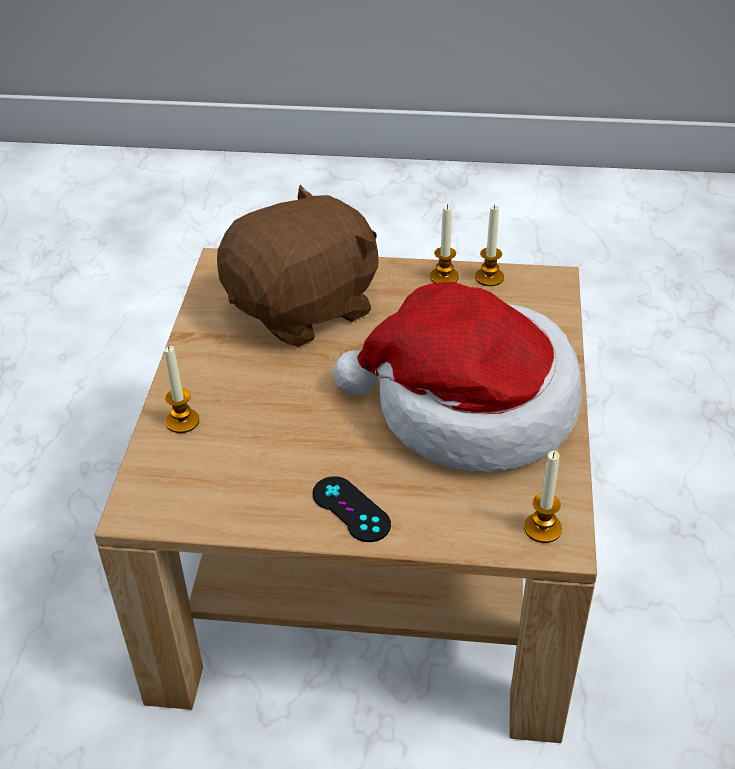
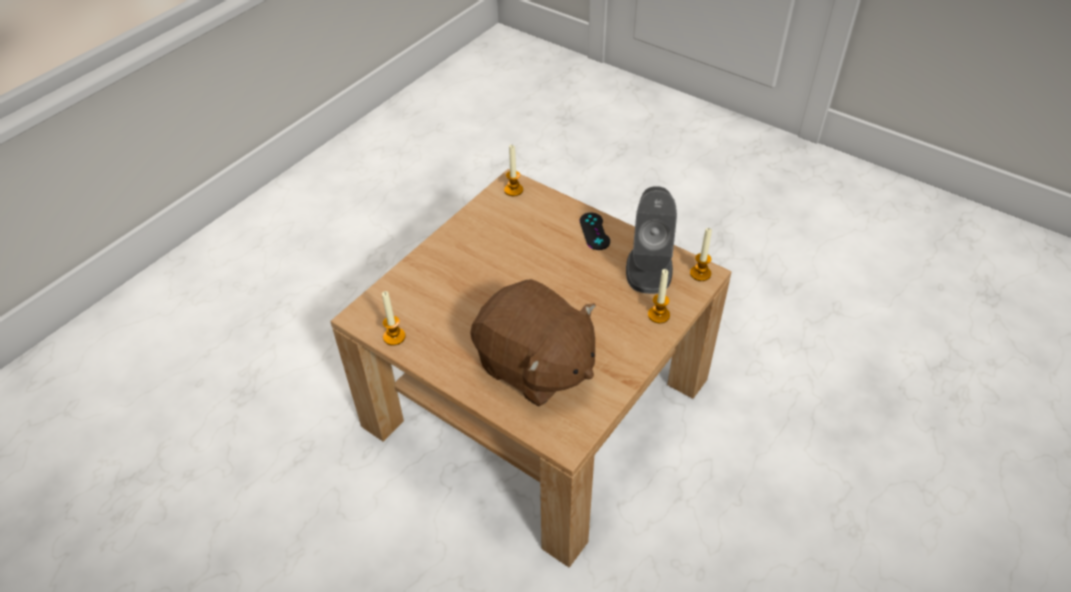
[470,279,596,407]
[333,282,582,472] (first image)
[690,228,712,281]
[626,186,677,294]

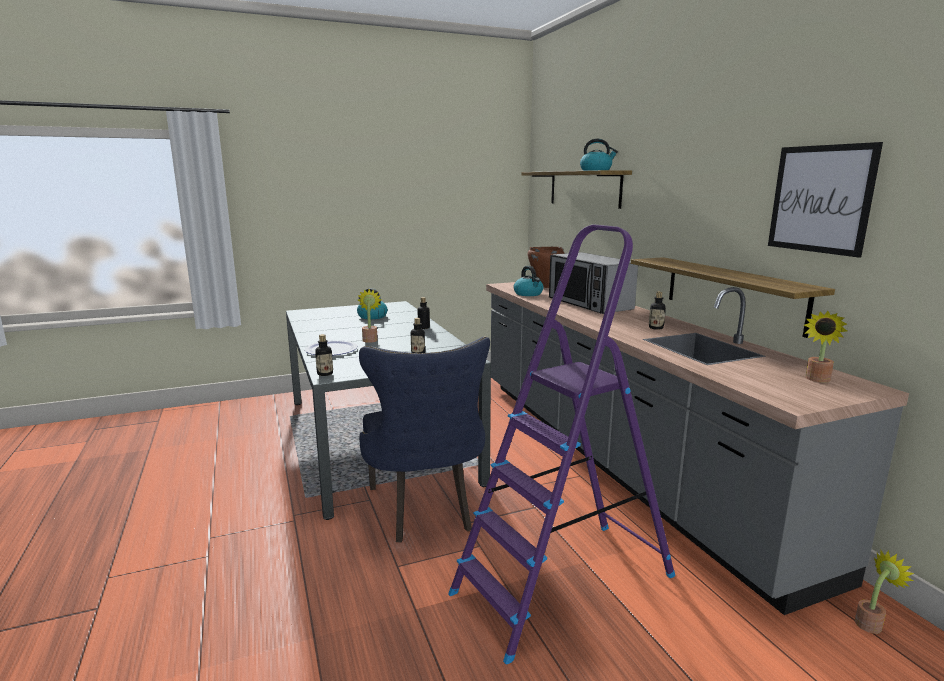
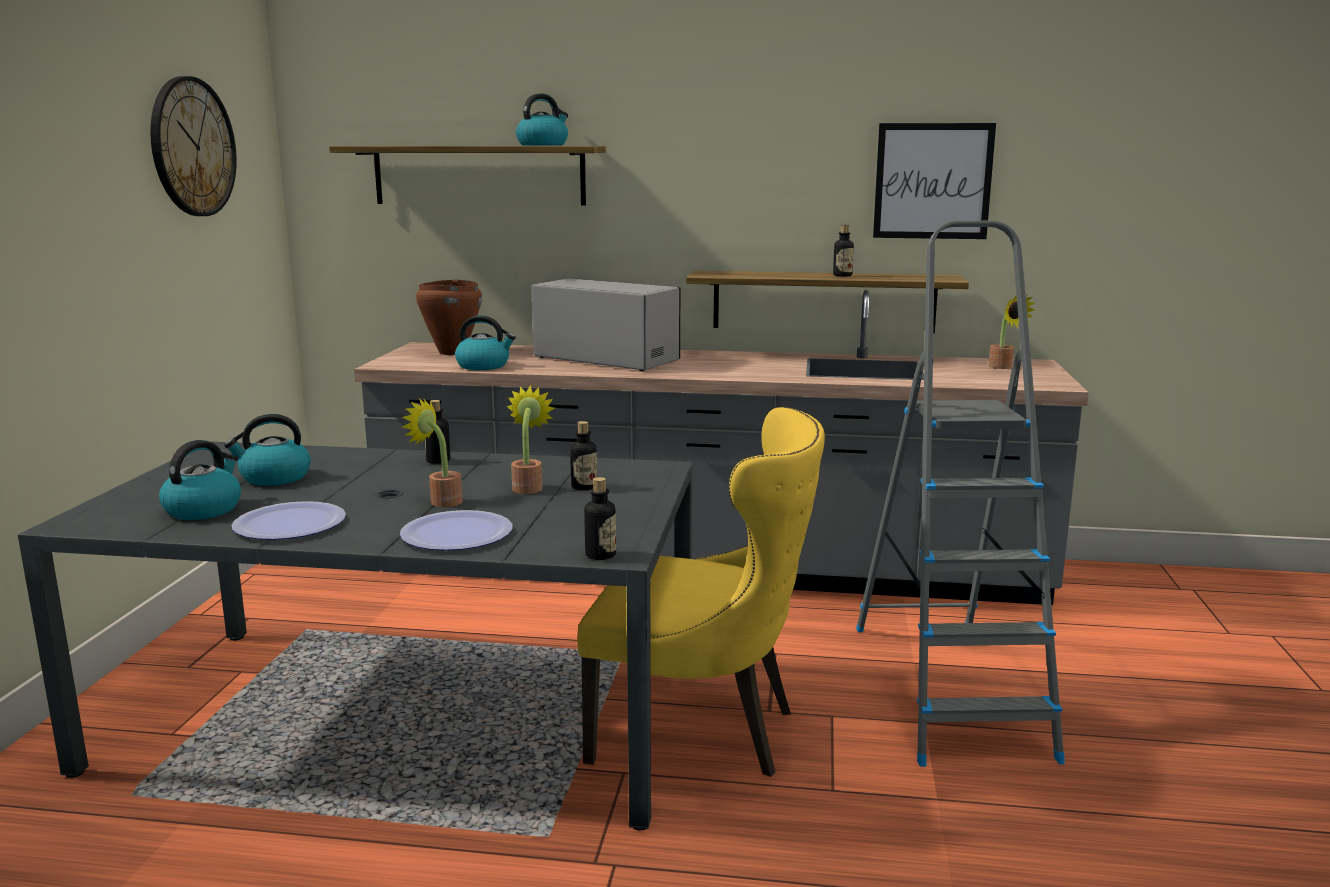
[577,407,825,777]
[856,220,1065,767]
[531,278,680,371]
[833,225,854,276]
[507,385,555,494]
[150,76,237,216]
[159,440,241,520]
[231,501,346,540]

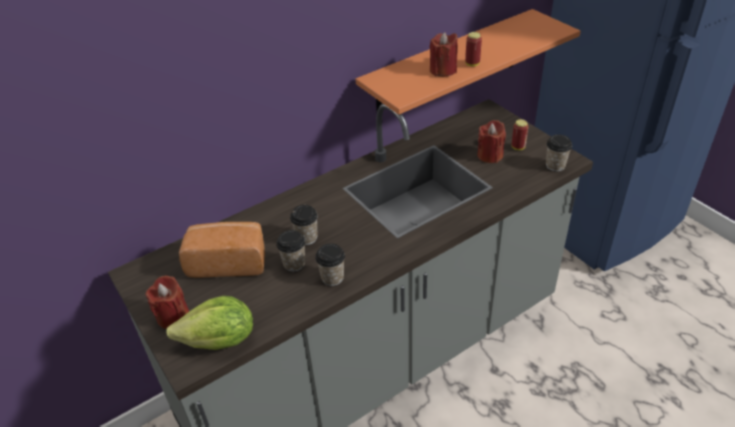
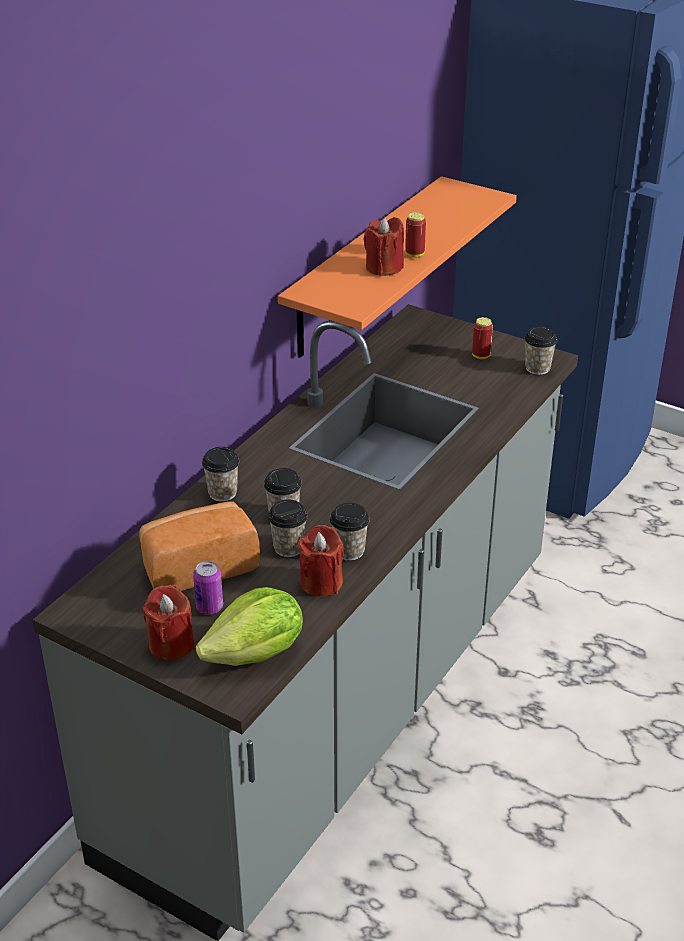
[298,525,344,597]
[193,561,223,614]
[202,447,239,502]

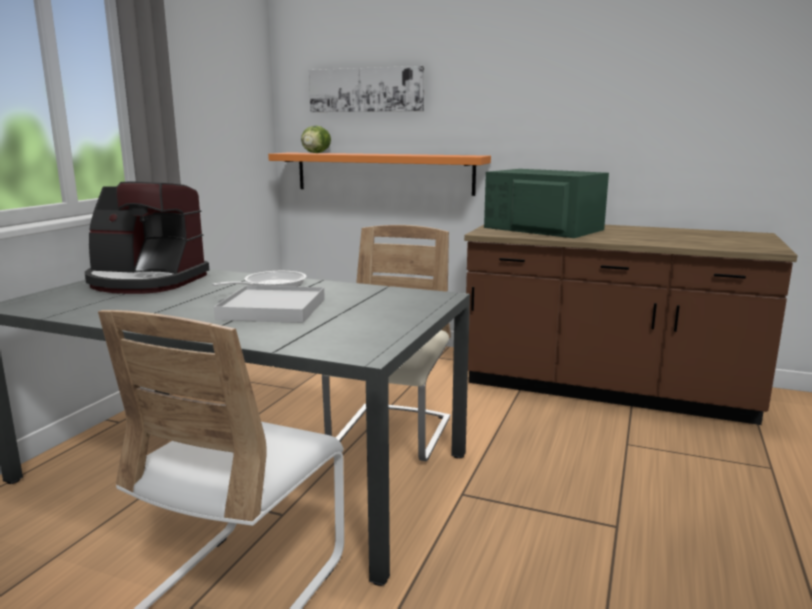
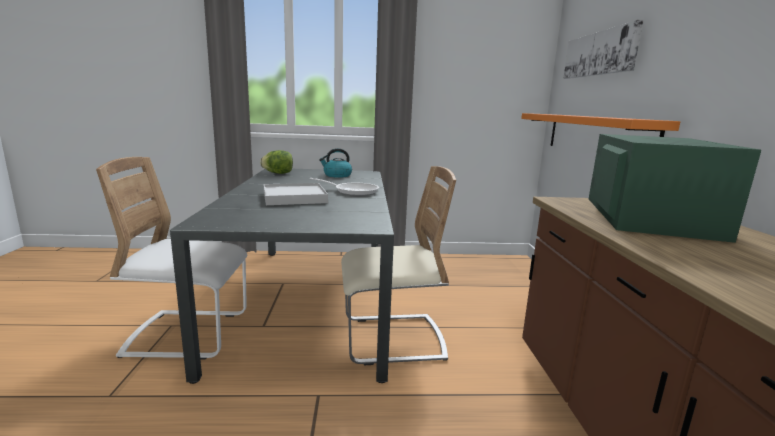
[319,148,352,178]
[260,150,293,174]

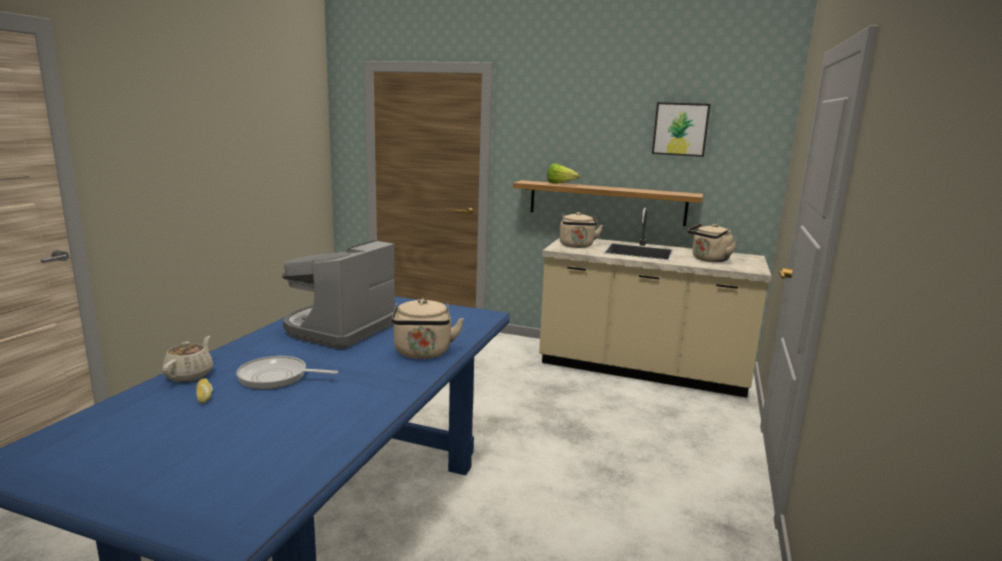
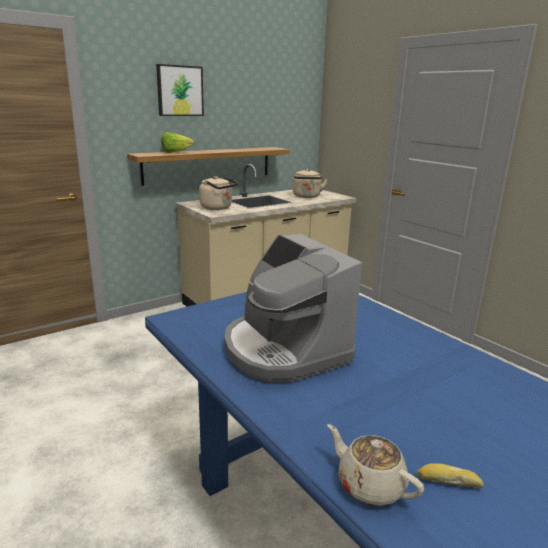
[236,356,338,389] (first image)
[392,299,464,359] (first image)
[156,64,204,116]

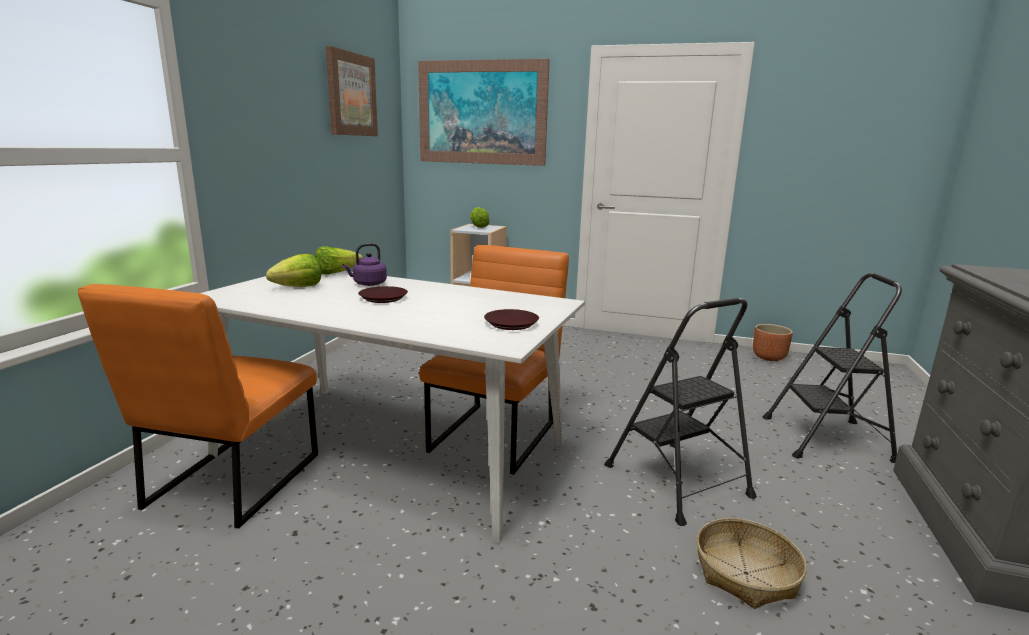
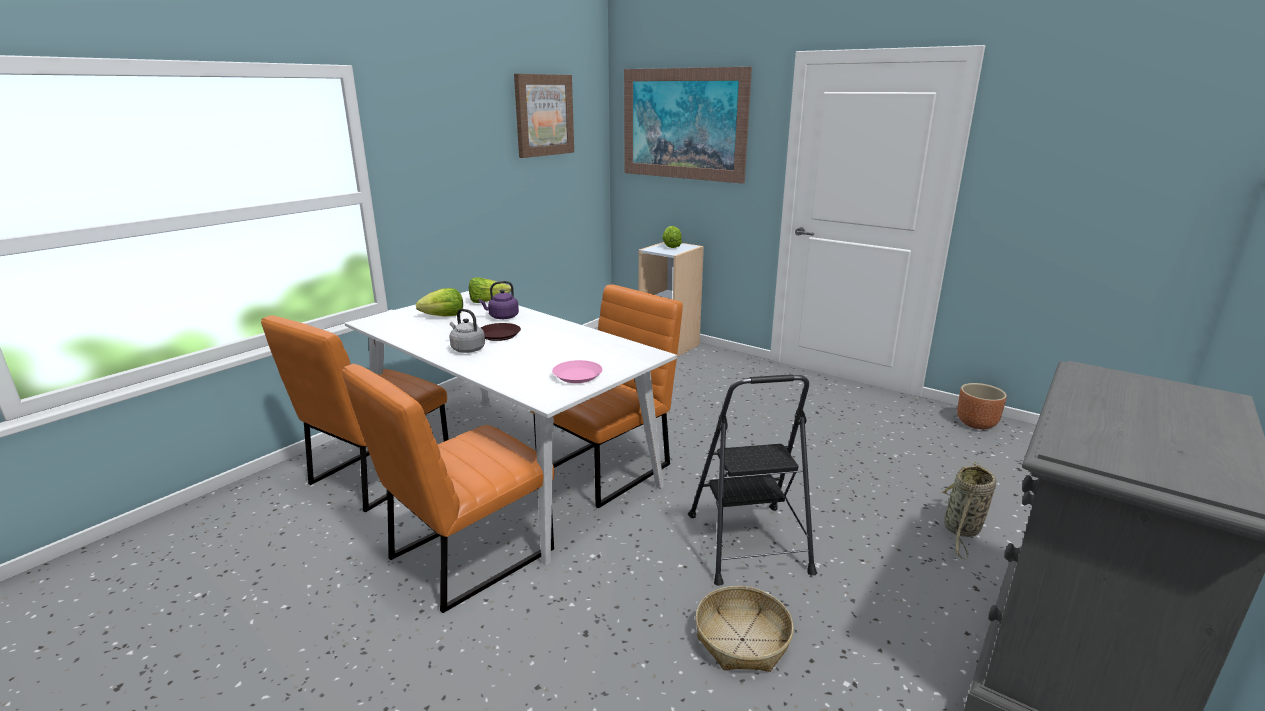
[552,360,603,383]
[940,462,996,560]
[342,364,555,613]
[449,309,485,353]

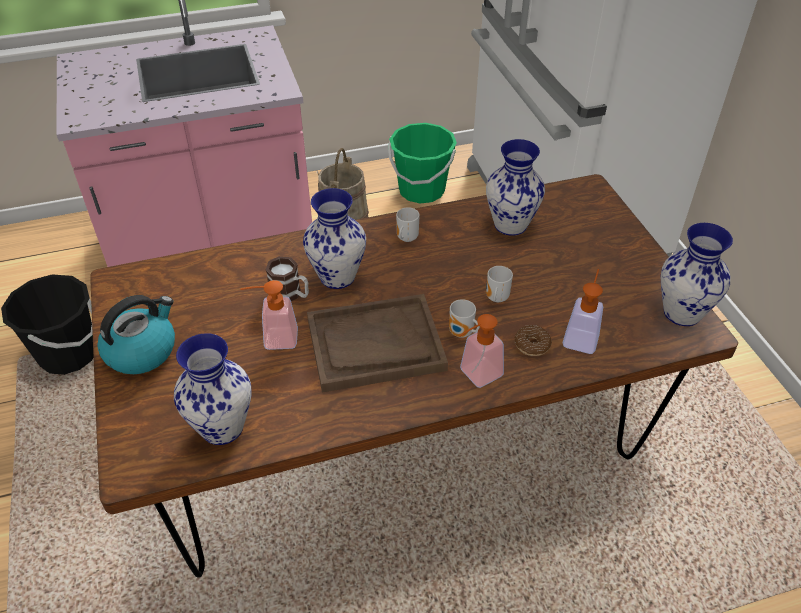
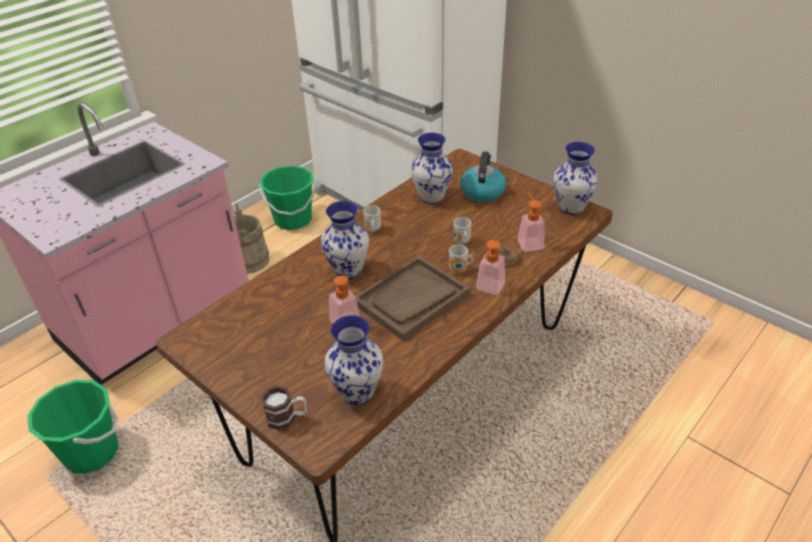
[28,380,119,474]
[460,151,506,202]
[261,385,307,430]

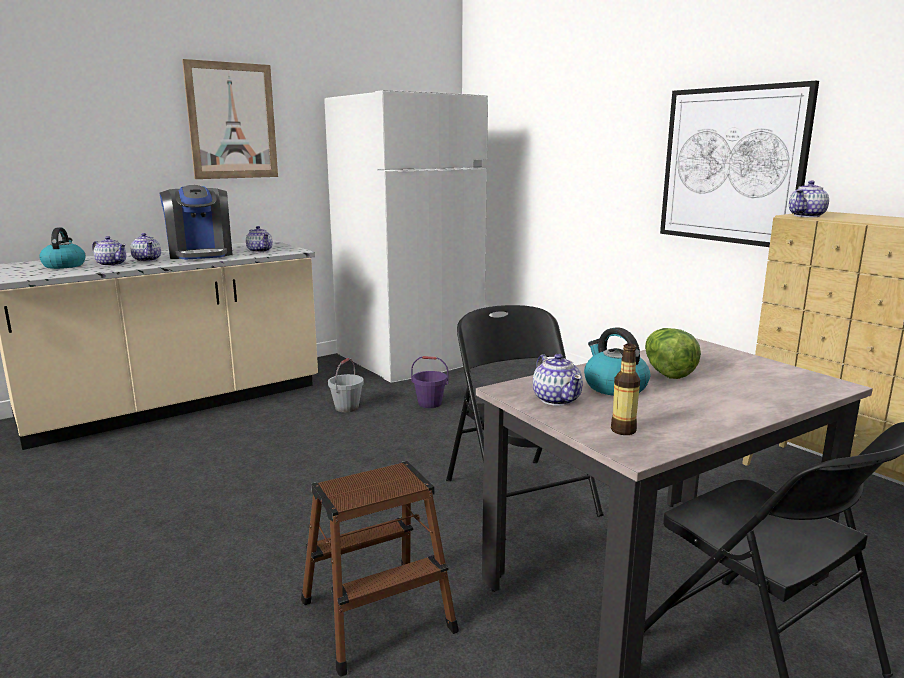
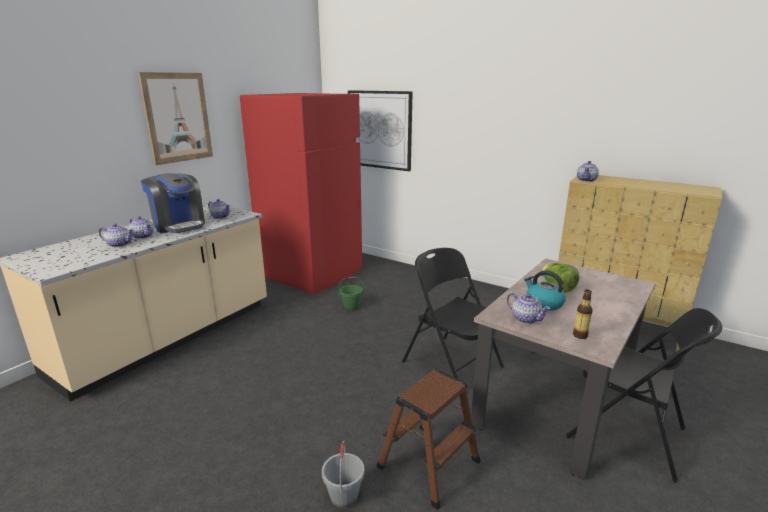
[39,227,86,269] (first image)
[240,93,362,294]
[322,441,364,508]
[338,277,364,311]
[348,90,413,171]

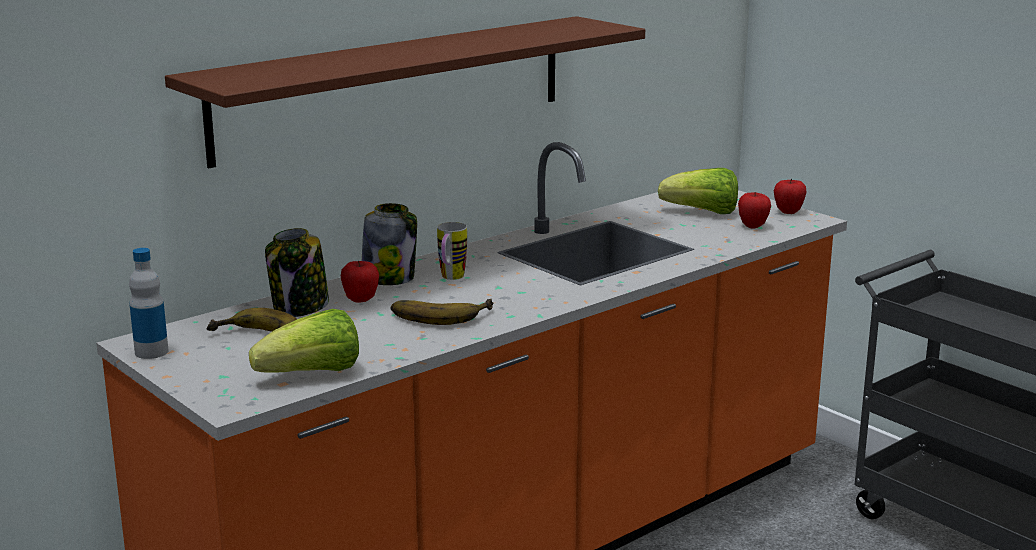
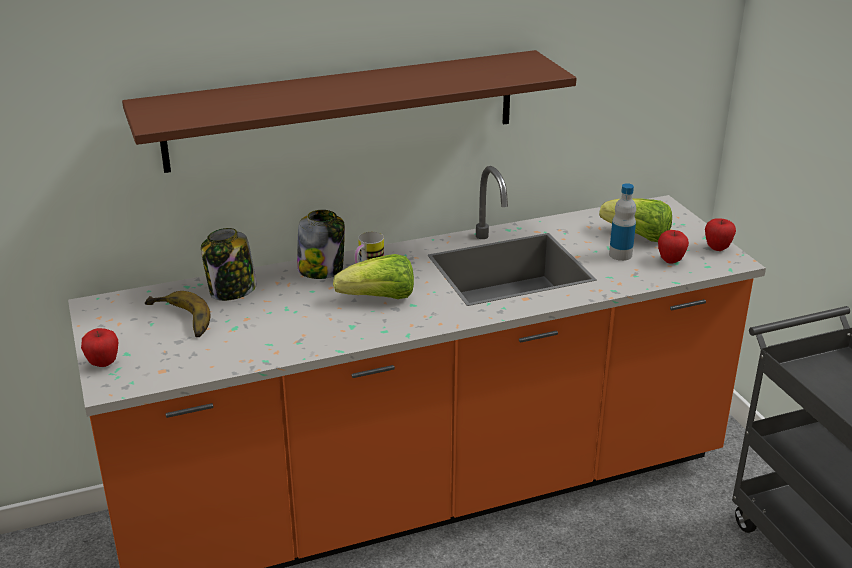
[609,183,636,261]
[333,254,414,299]
[81,328,118,367]
[391,299,493,325] (first image)

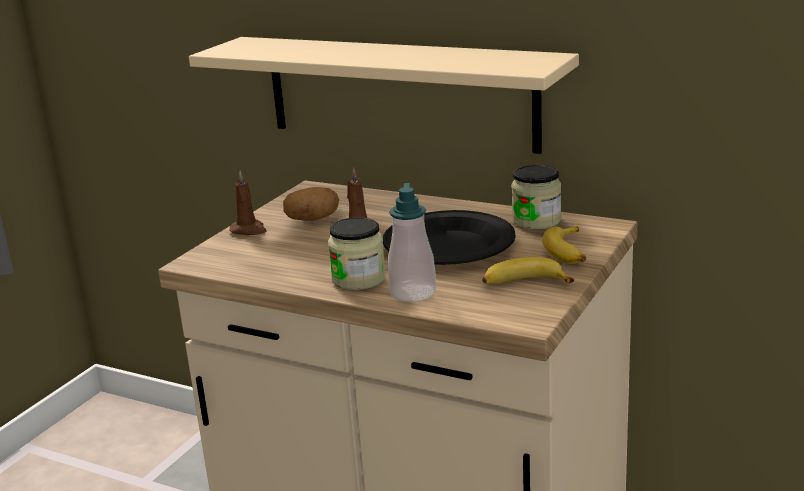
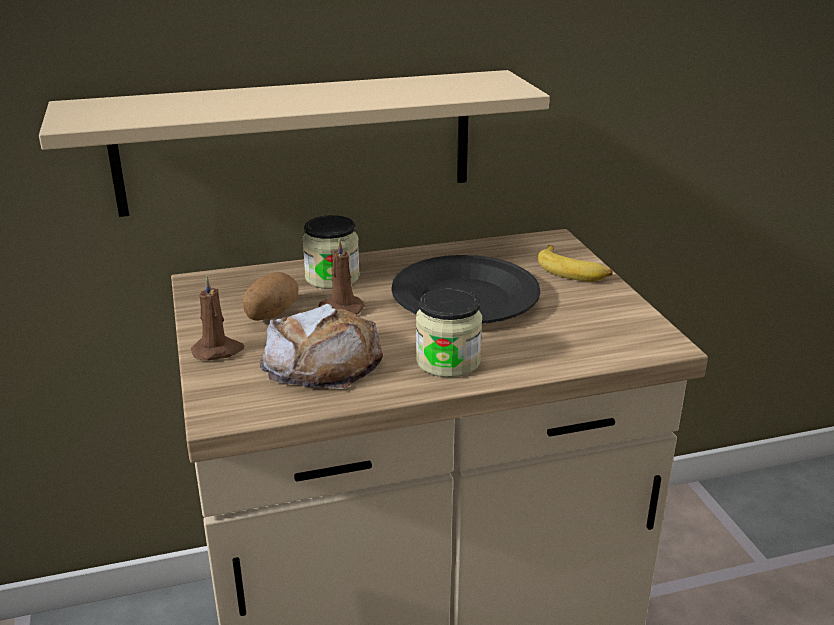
[388,183,436,302] (first image)
[482,257,574,284] (first image)
[302,215,360,289]
[260,304,383,389]

